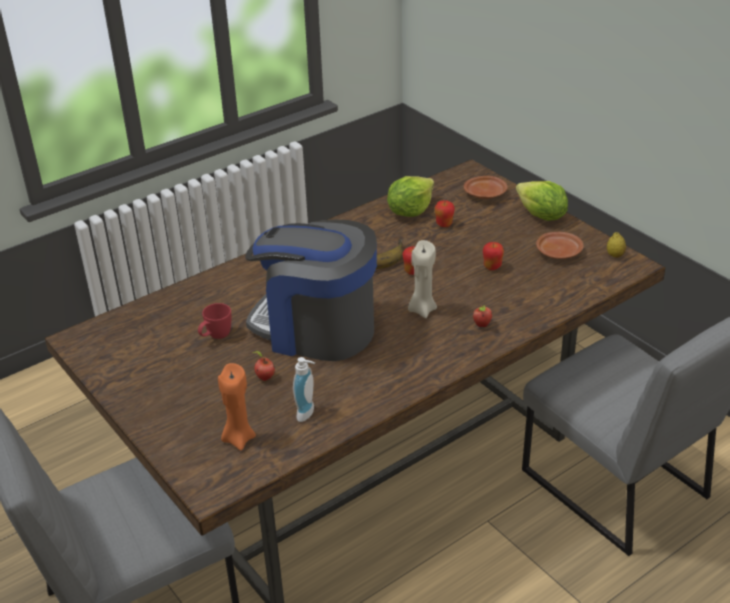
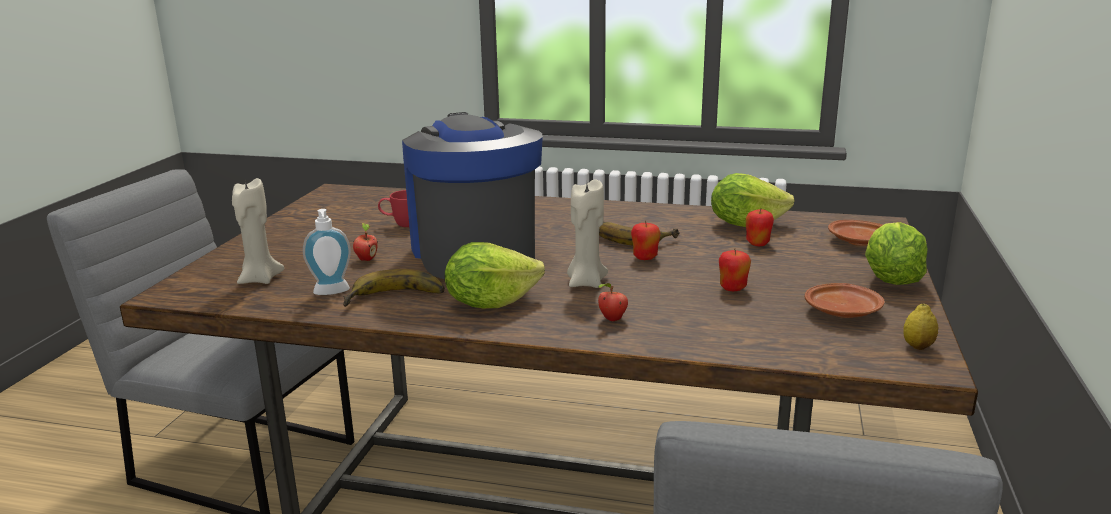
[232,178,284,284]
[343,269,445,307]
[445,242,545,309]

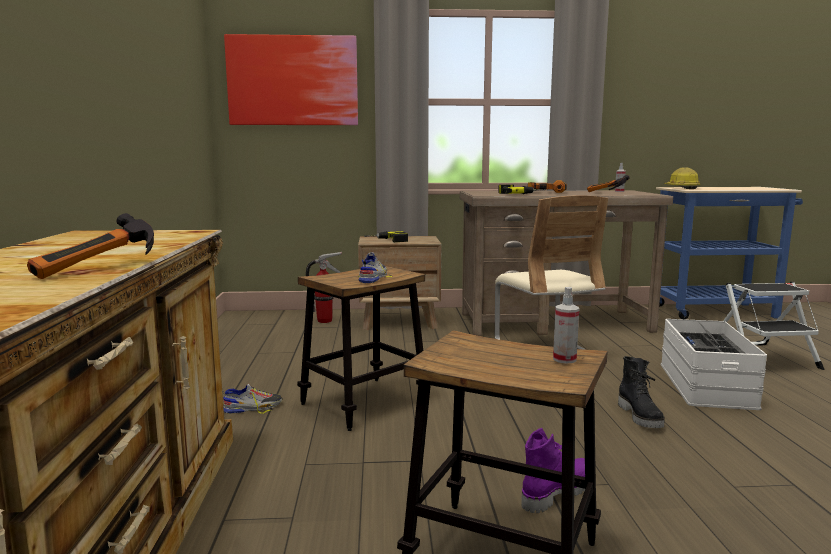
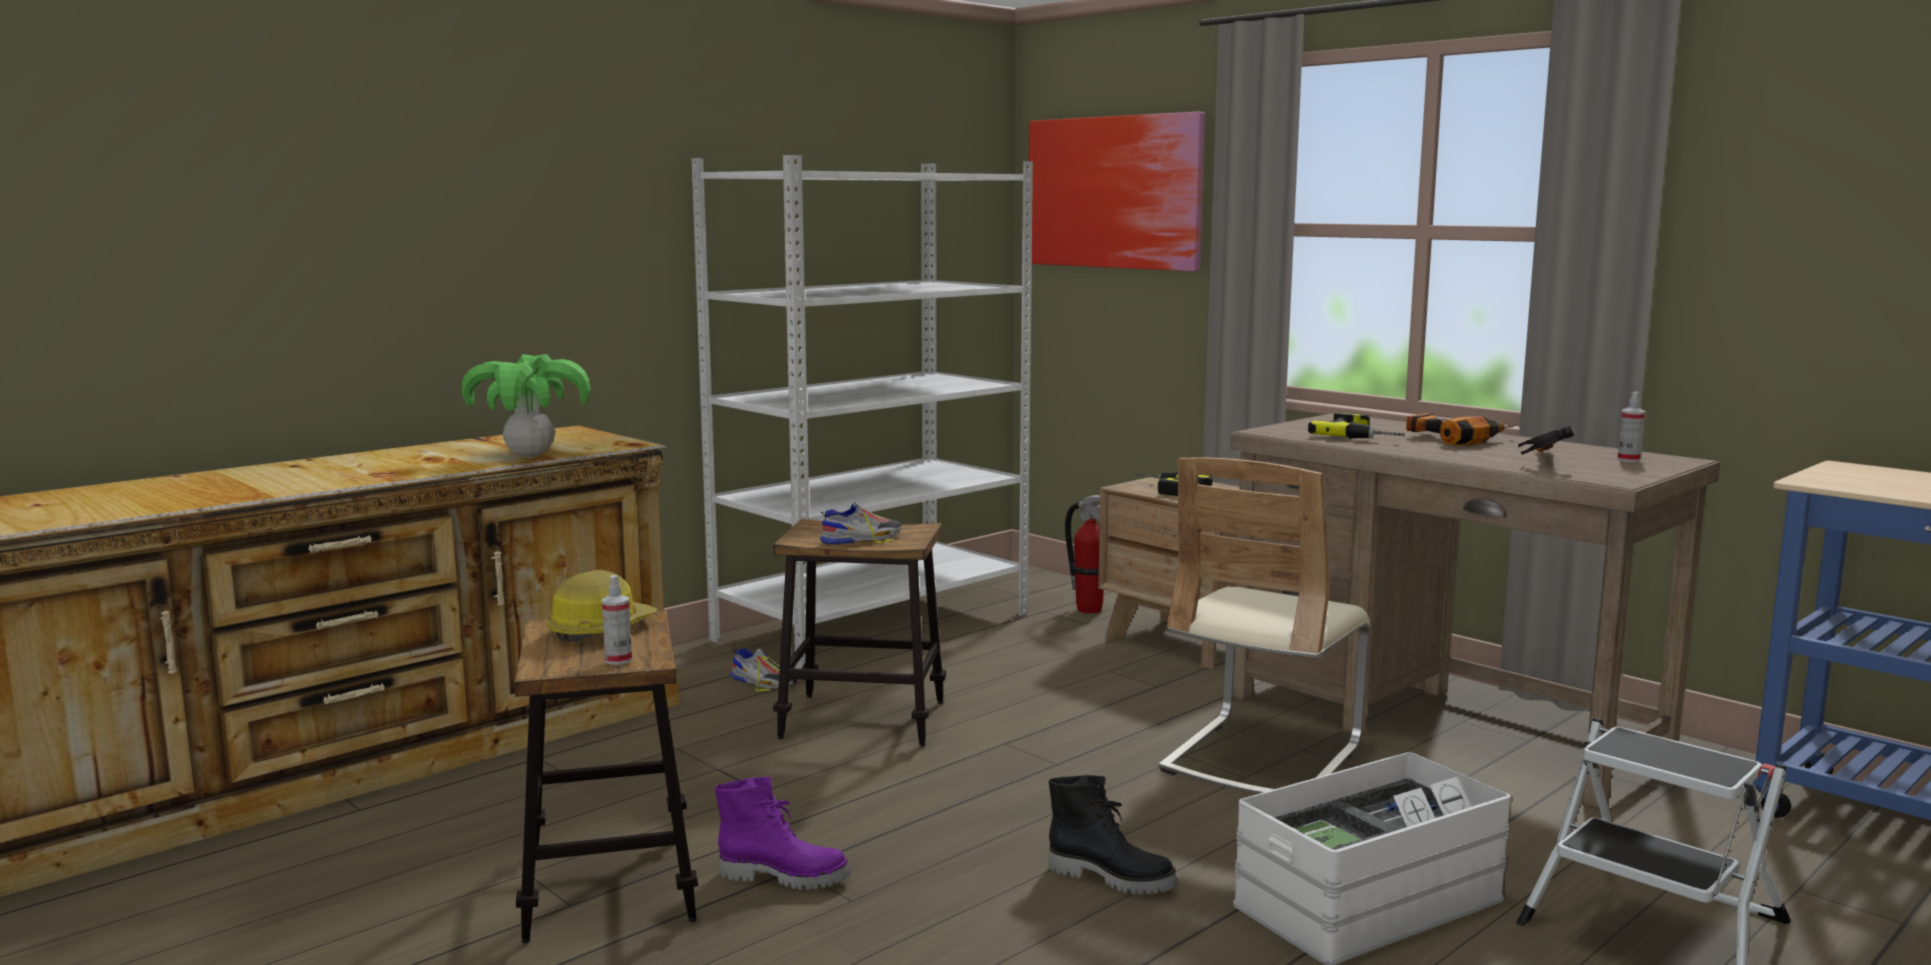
[27,213,154,279] (first image)
[1049,775,1177,895]
[546,570,658,642]
[462,354,591,457]
[692,155,1033,669]

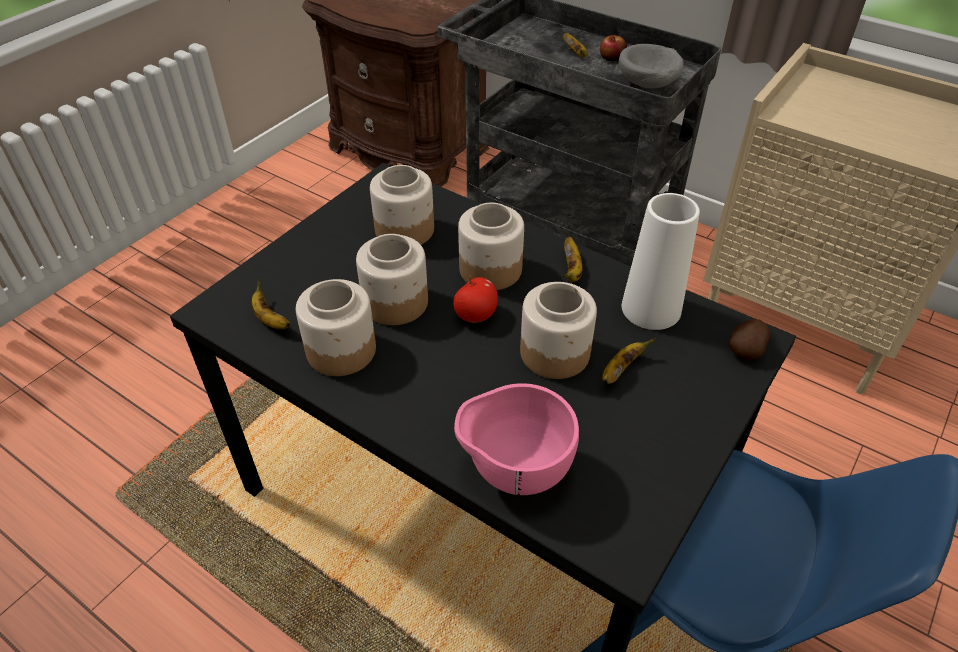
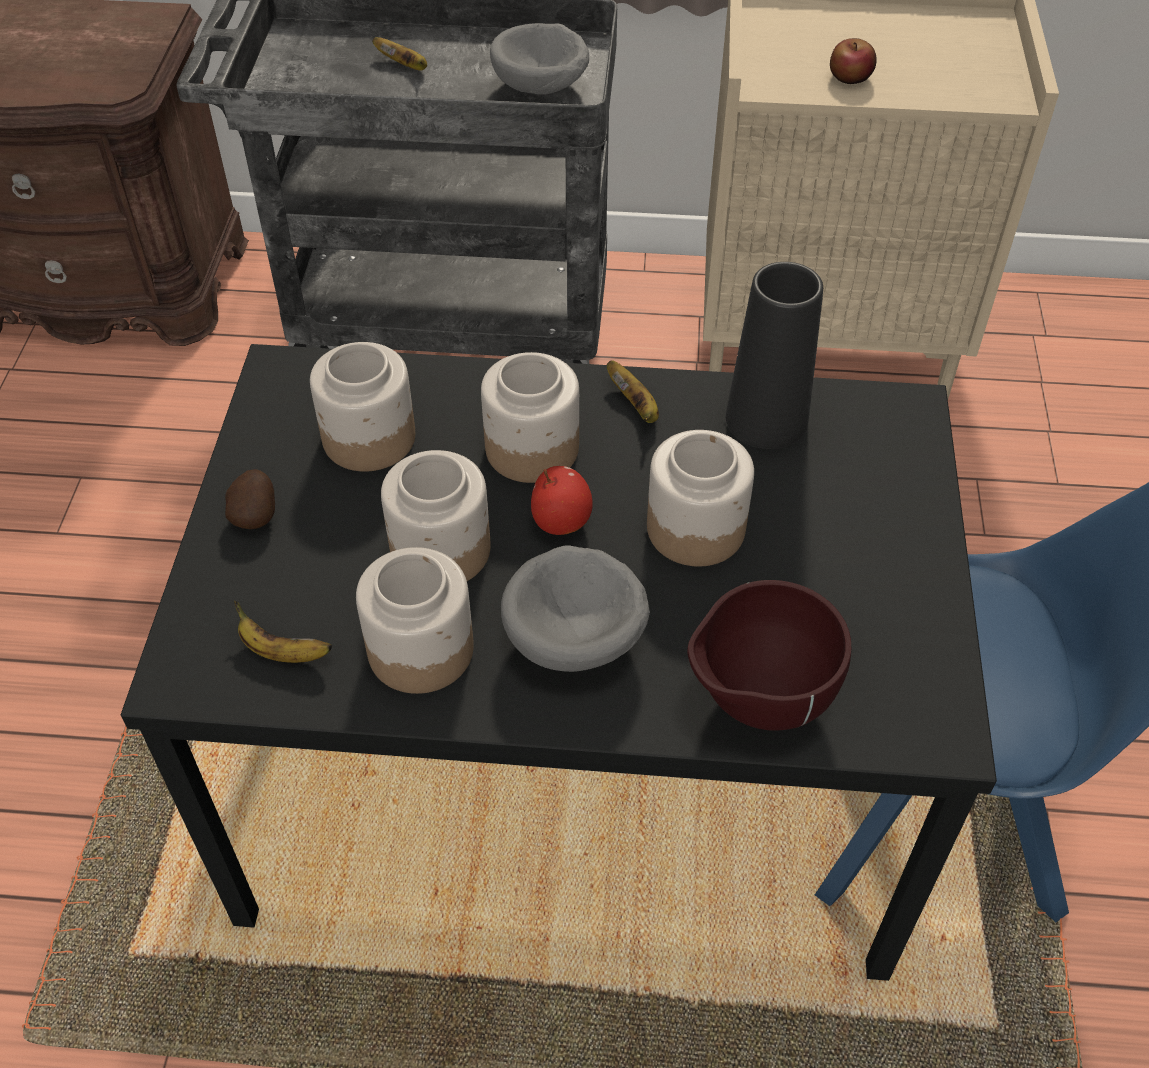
[687,580,851,731]
[830,38,877,84]
[602,338,656,384] (first image)
[726,262,823,449]
[225,469,275,529]
[501,545,650,672]

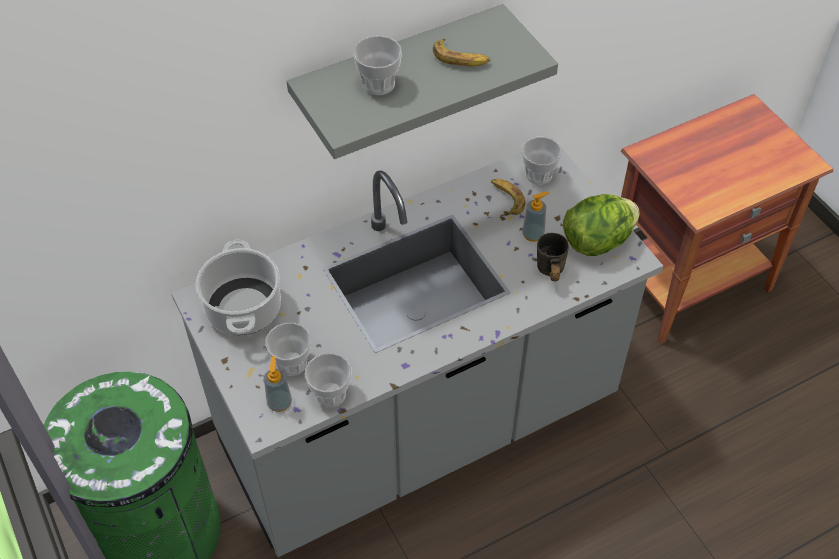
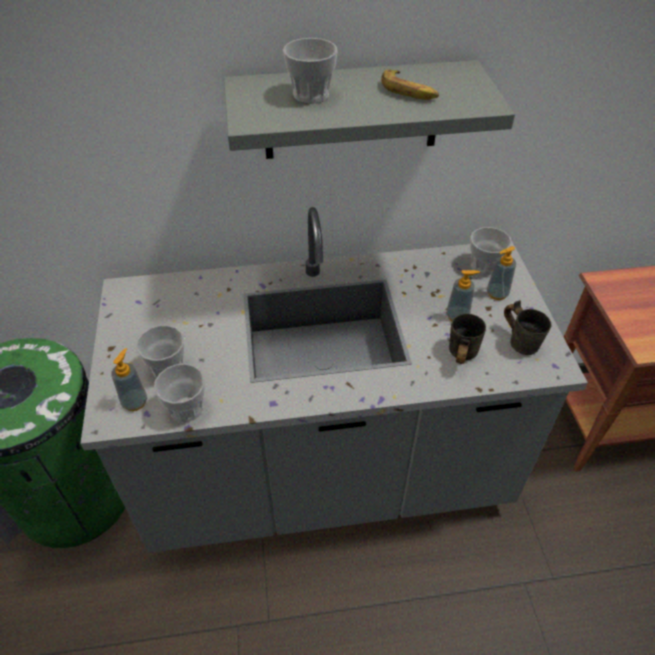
[196,240,281,335] (first image)
[491,179,525,215] (first image)
[504,300,552,355]
[487,246,516,300]

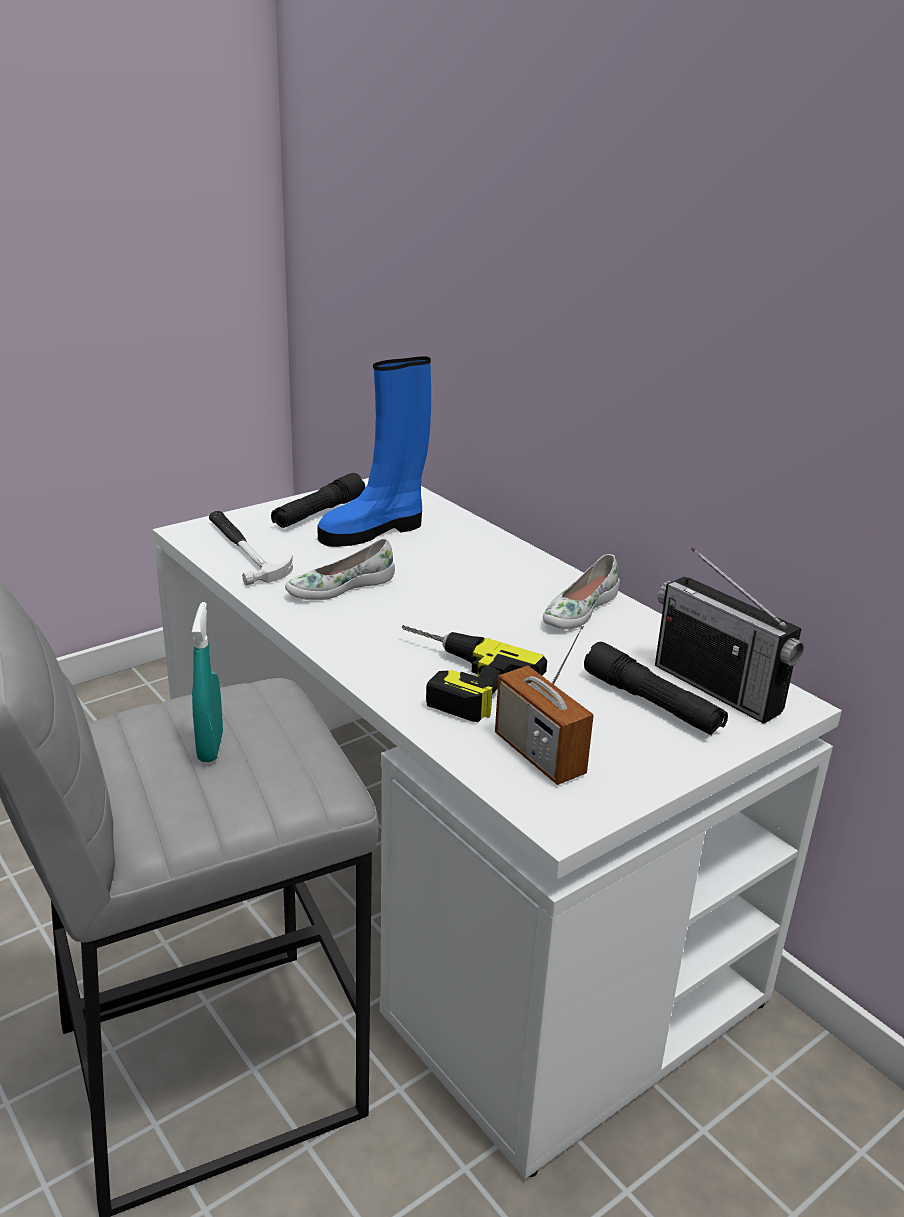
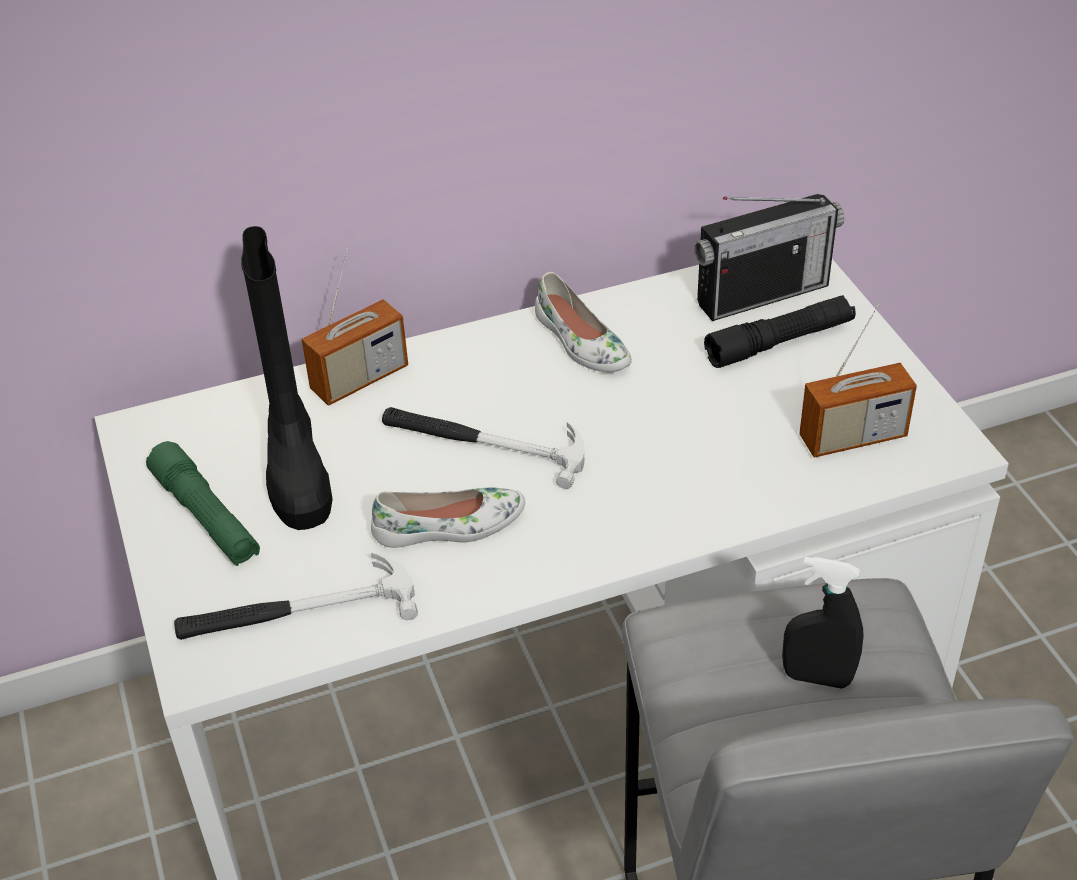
[782,557,864,689]
[146,441,260,566]
[371,487,525,548]
[241,226,333,530]
[402,625,547,722] (first image)
[301,248,408,406]
[382,407,584,489]

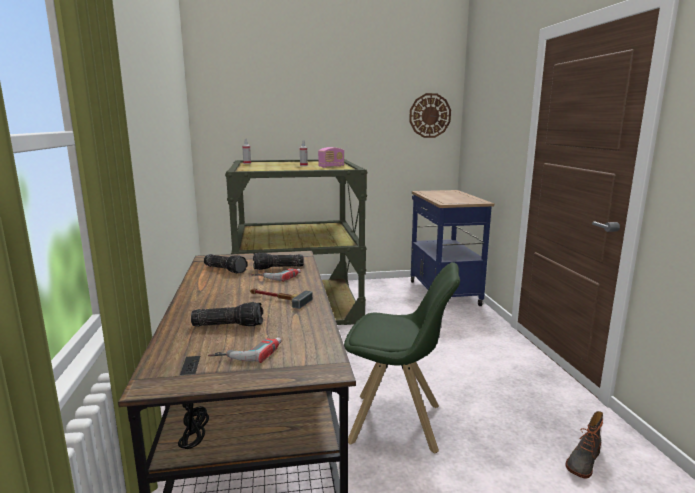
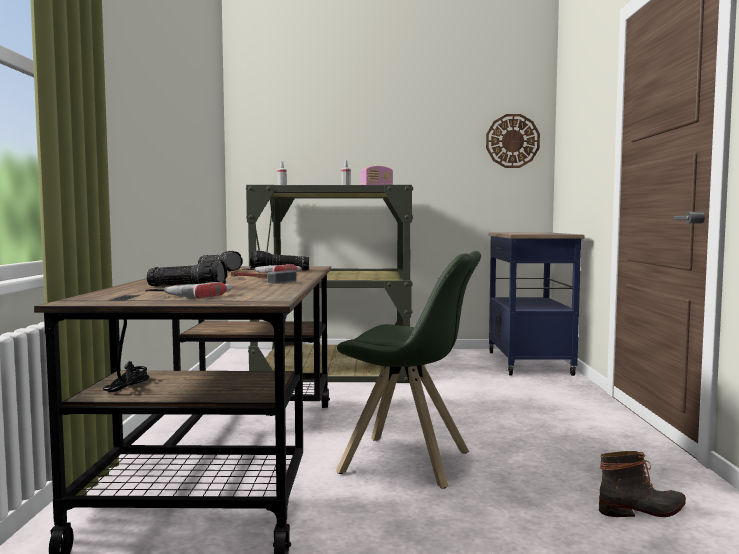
[599,451,686,517]

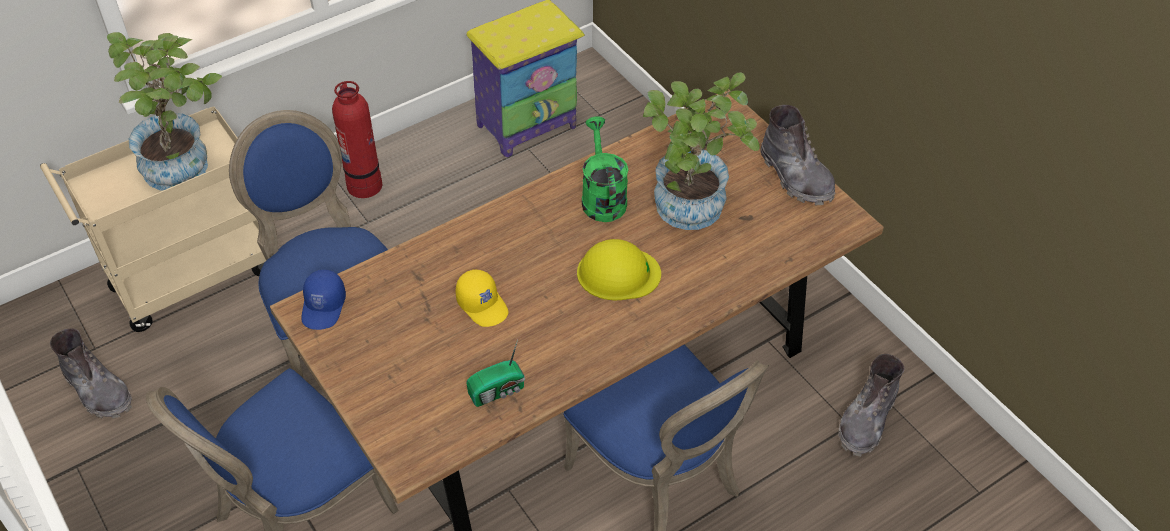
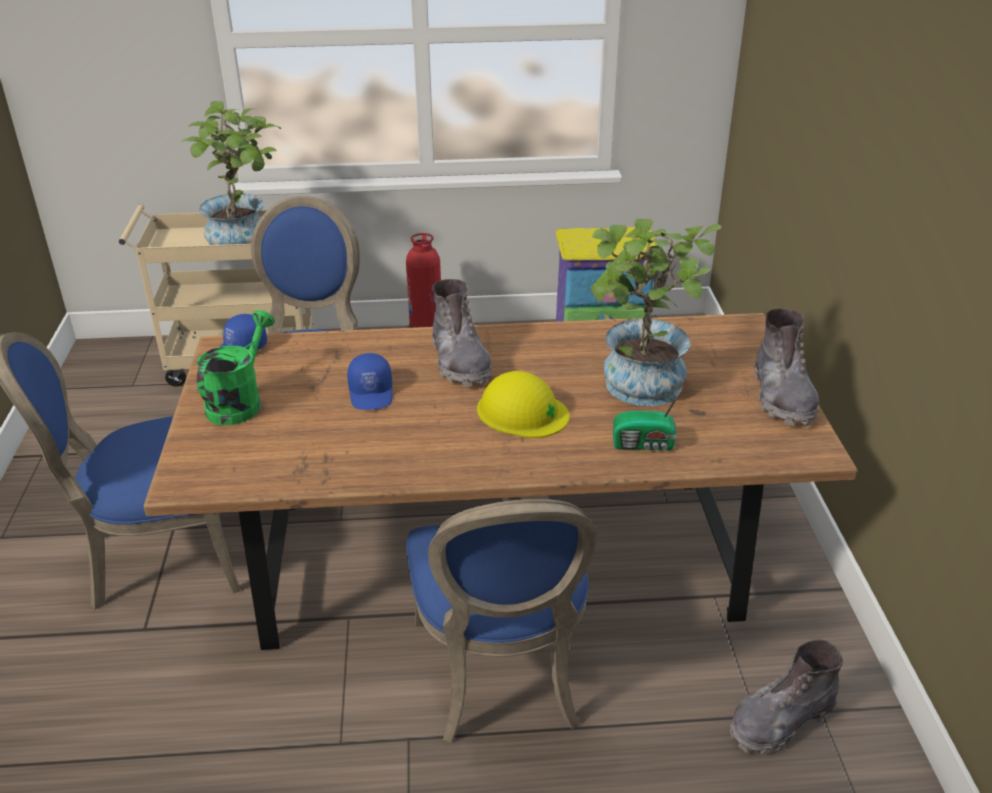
[432,279,492,387]
[347,353,393,410]
[613,389,682,450]
[197,310,275,425]

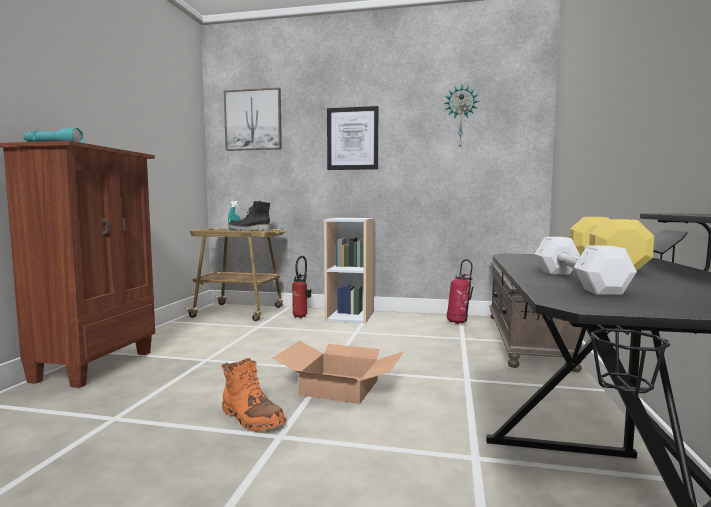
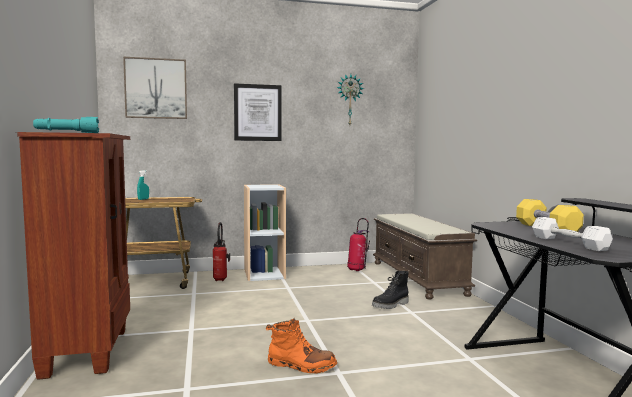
[372,271,409,309]
[273,341,404,404] (first image)

